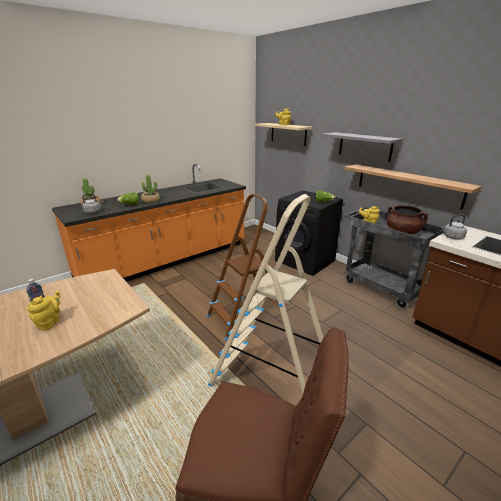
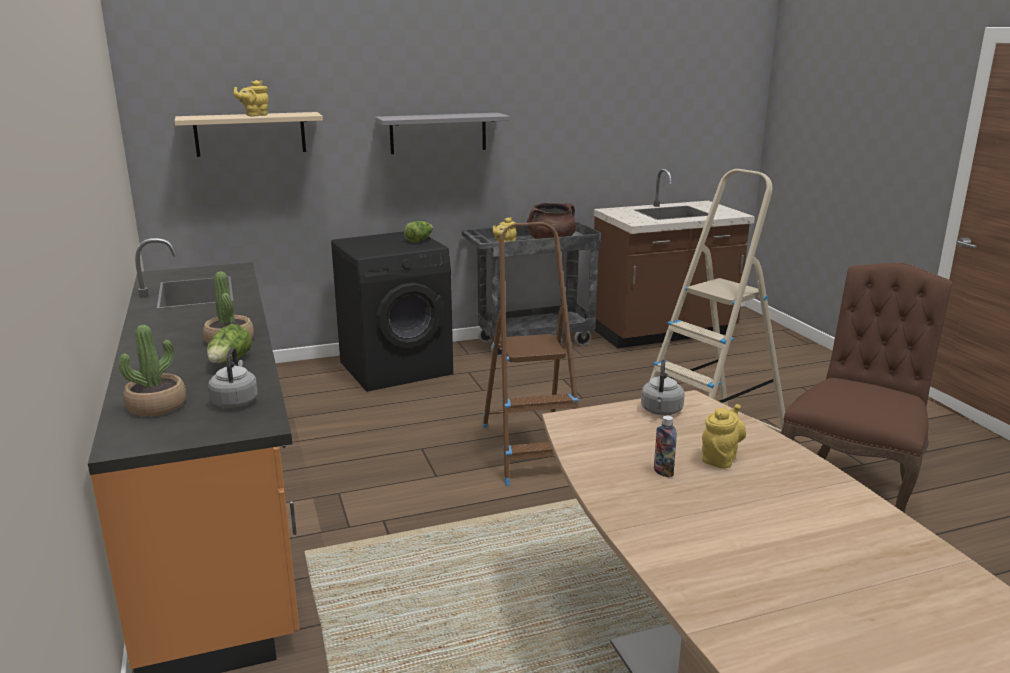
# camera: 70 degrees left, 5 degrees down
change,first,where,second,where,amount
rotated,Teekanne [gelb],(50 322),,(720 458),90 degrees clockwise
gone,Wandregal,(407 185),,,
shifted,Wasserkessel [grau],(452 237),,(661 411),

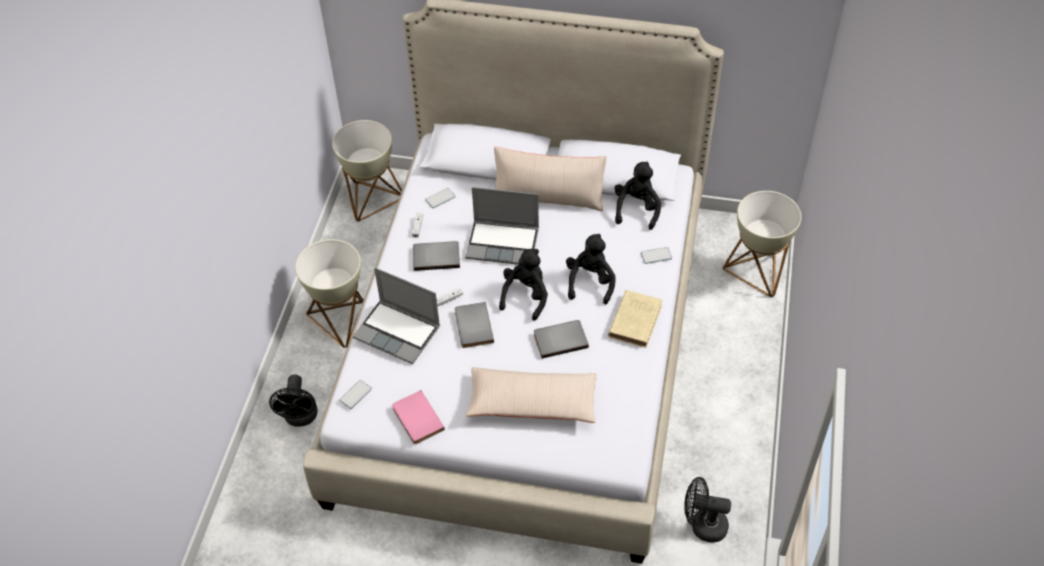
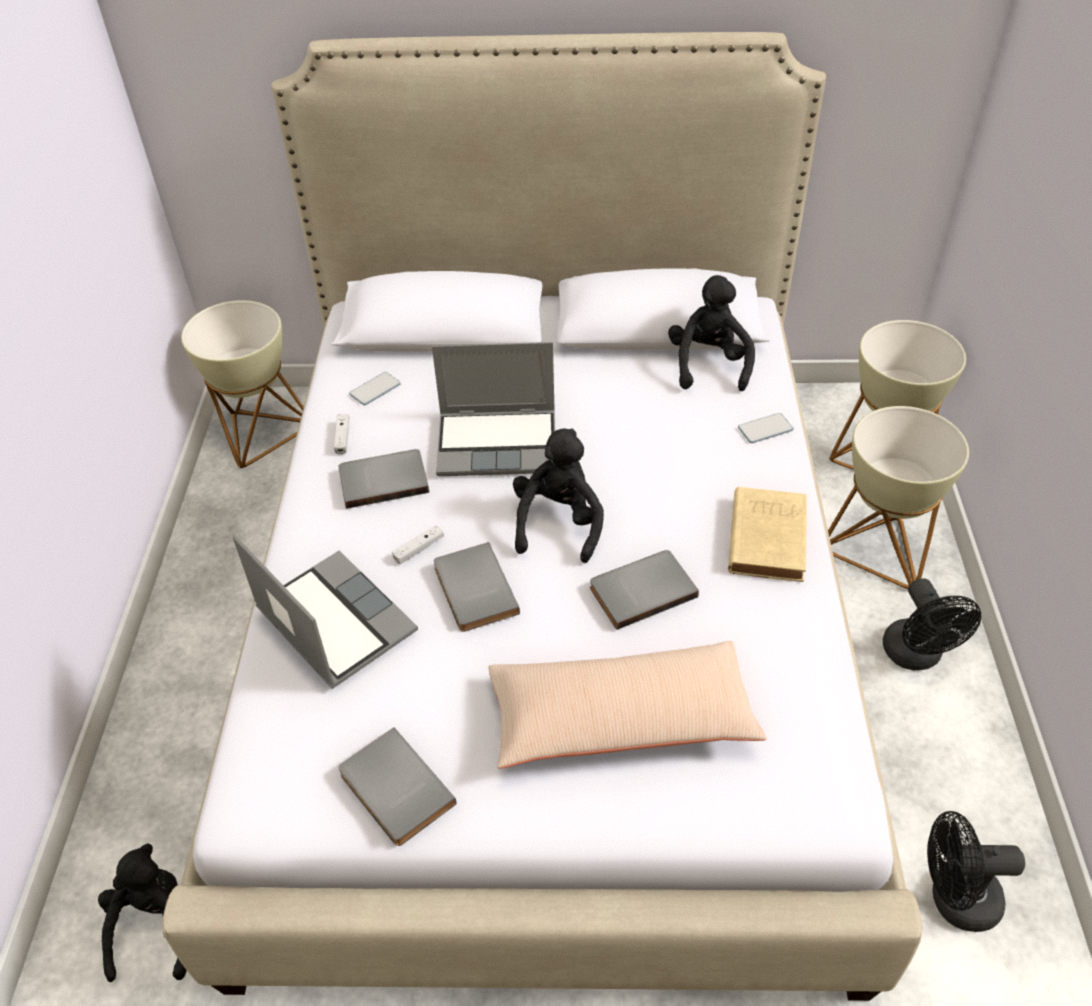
# camera: 10 degrees left, 5 degrees down
change,first,where,second,where,amount
shifted,Ventilator [schwarz],(300 418),,(916 656),
shifted,Pflanzkübel,(340 320),,(879 550),
gone,Handy,(355 395),,,
rotated,Laptop,(398 332),,(332 621),150 degrees counterclockwise
repainted,Buch [rosa],(416 419),Buch [grau],(393 790),
gone,Kissen [beige],(548 196),,,
shifted,Plüschtier [schwarz],(590 282),,(157 928),

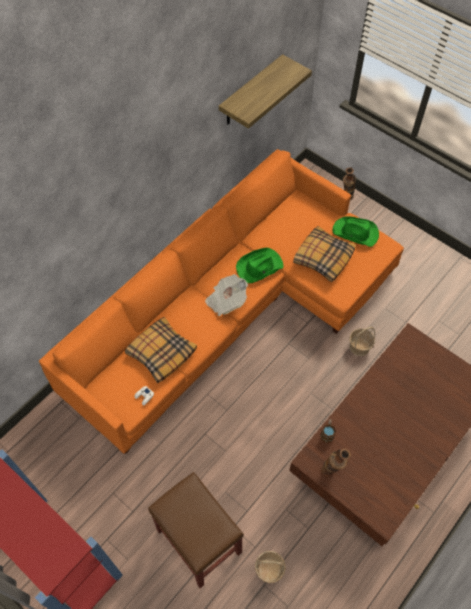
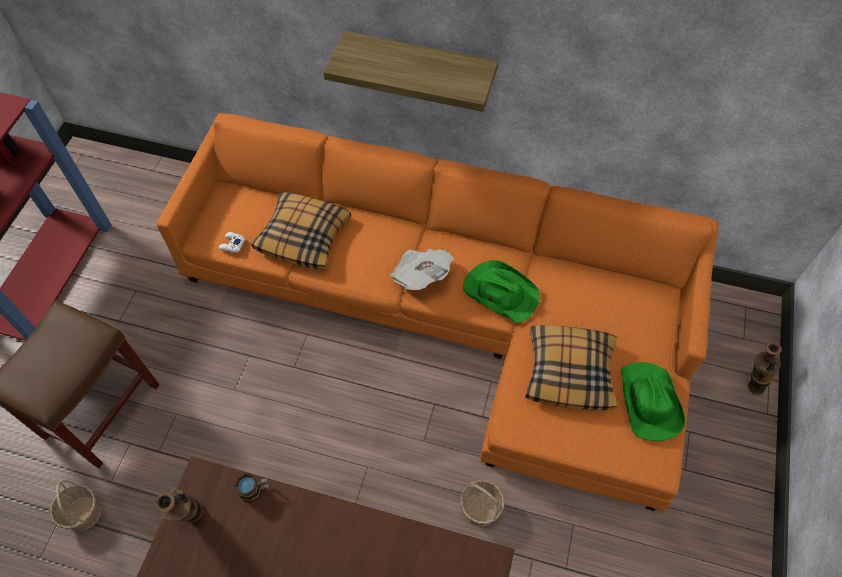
# camera: 65 degrees right, 0 degrees up
change,first,where,second,where,amount
shifted,Wandregal,(251 92),,(419 66),

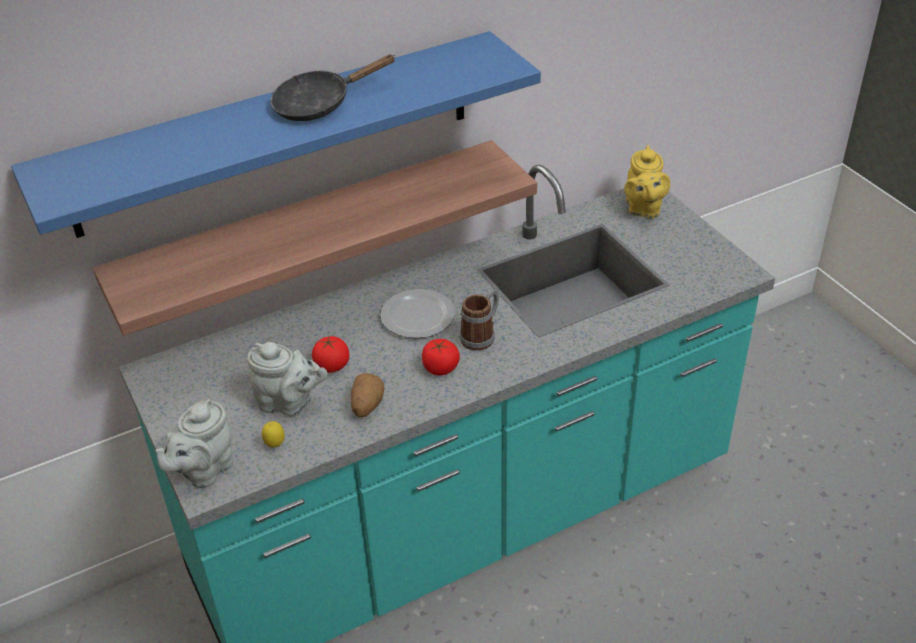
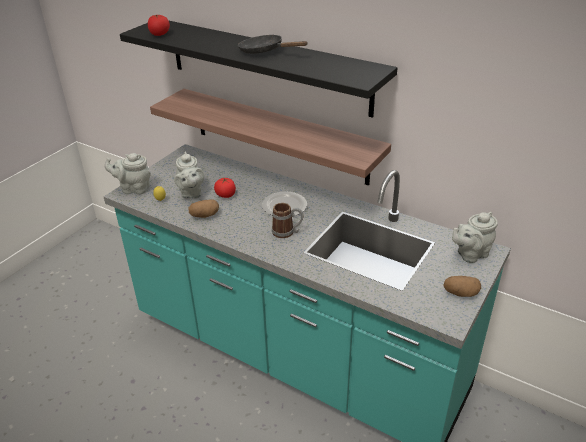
# camera: 60 degrees right, 5 degrees down
change,first,where,second,where,amount
repainted,Wandregal [blau],(275 133),Wandregal [schwarz],(266 65),
shifted,Tomate,(440 368),,(159 34),
repainted,Teekanne [gelb],(643 209),Teekanne [grau],(470 254),
new,,,Kartoffel,(460 293),

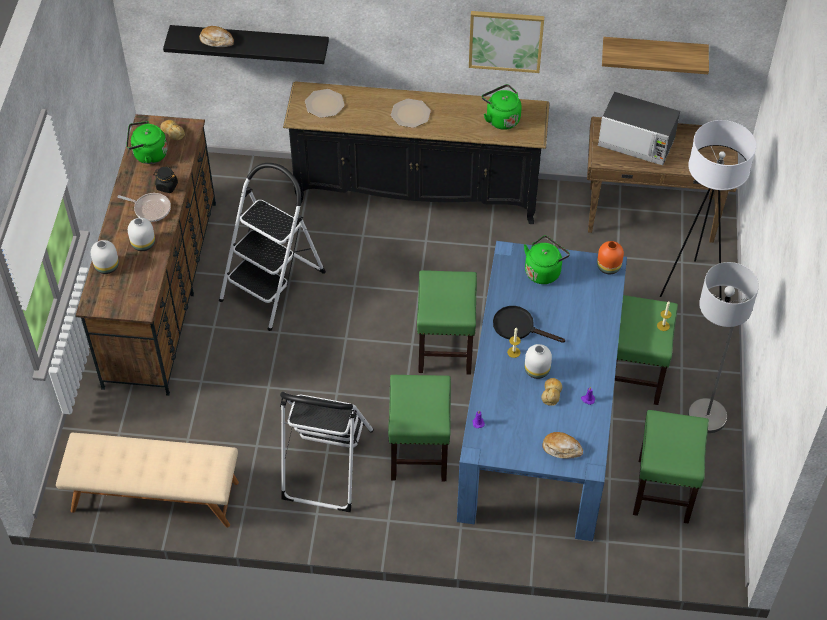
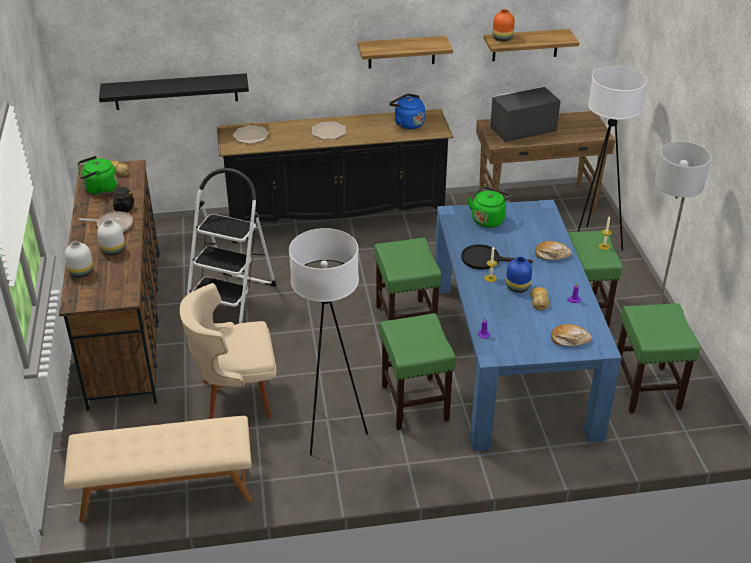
# camera: 15 degrees left, 15 degrees down
change,first,where,second,where,amount
shifted,Brot,(216 40),,(552 255),
swapped,Trittleiter,(326 466),Stehlampe [weiß],(330 431),
swapped,Bild,(506 40),Wandregal,(401 52),
repainted,Wasserkessel [grün],(501 118),Wasserkessel [blau],(407 124),
repainted,Vase [weiß],(536 370),Vase [blau],(517 287),
shifted,Vase [orange],(609 266),,(502 38),
rotated,Mikrowelle,(636 143),,(522 130),150 degrees clockwise
new,,,Stuhl [beige],(237 400),

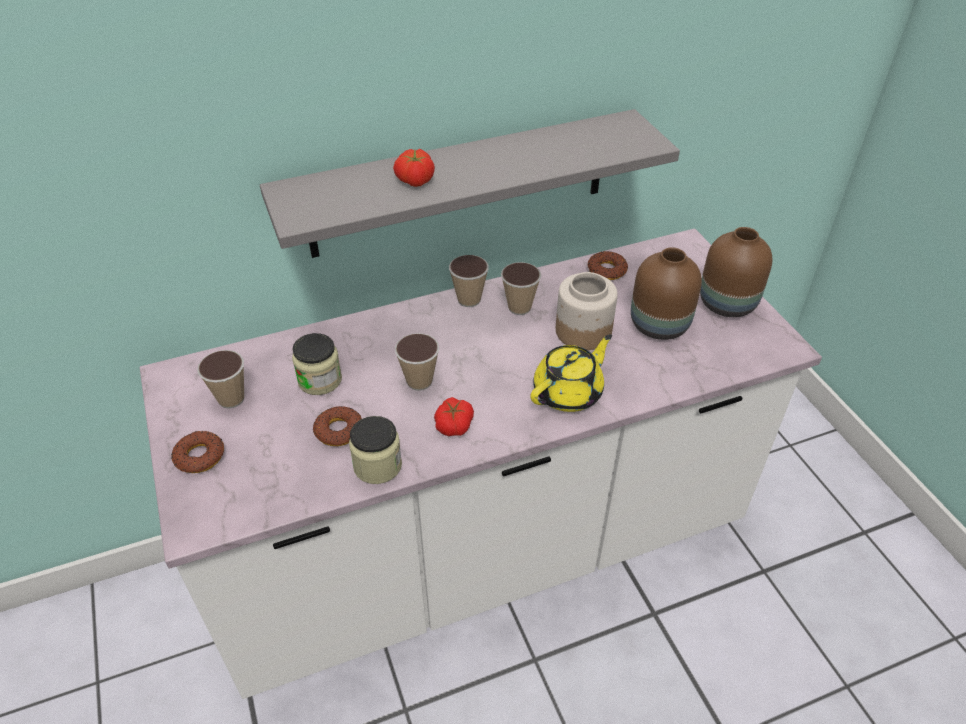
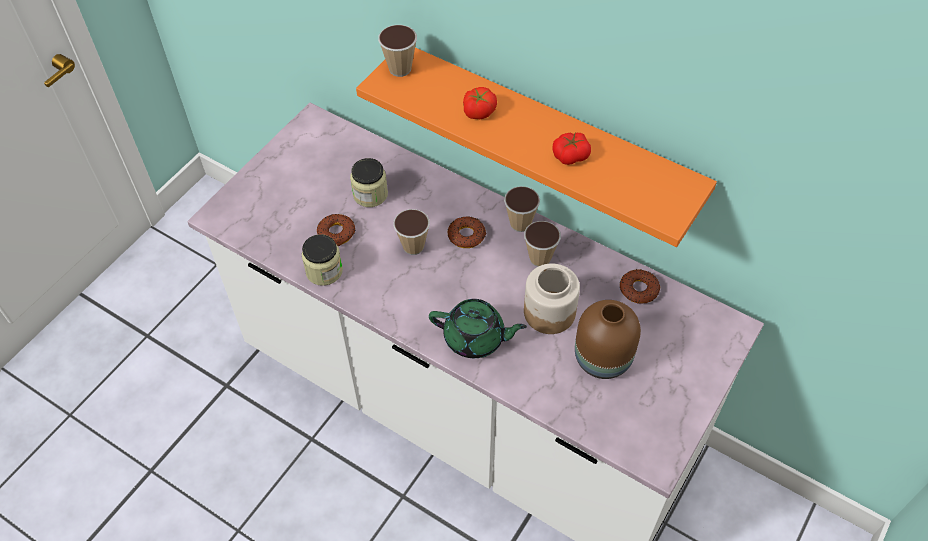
# camera: 55 degrees right, 10 degrees up
change,first,where,second,where,amount
shifted,Donut,(200 456),,(466 235),
shifted,Tasse,(231 399),,(400 69),
repainted,Wandregal [grau],(460 184),Wandregal [orange],(547 136),
shifted,Tomate,(454 425),,(570 155),
repainted,Teekanne [gelb],(569 392),Teekanne [grün],(475 338),
gone,Vase [braun],(726 304),,,

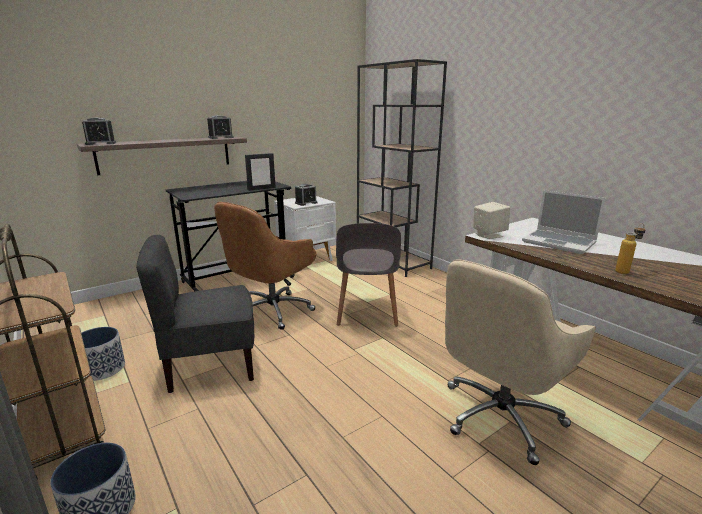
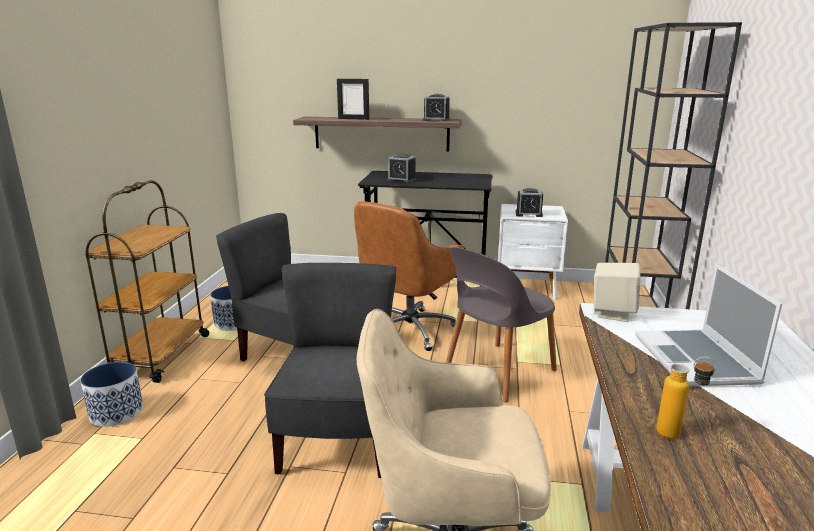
# camera: 45 degrees right, 0 degrees up
change,first,where,second,where,amount
shifted,Wecker,(101 143),,(401 180),
rotated,Bürostuhl [braun],(272 310),,(409 329),45 degrees counterclockwise
shifted,Bilderrahmen,(261 188),,(354 118),
new,,,Stuhl [grau],(338 442),

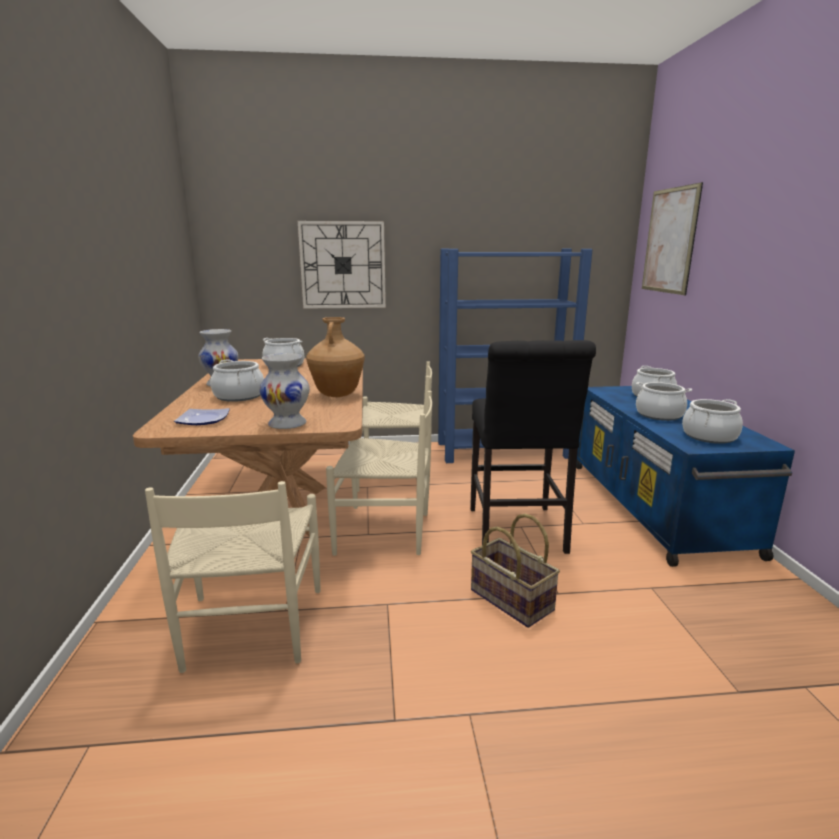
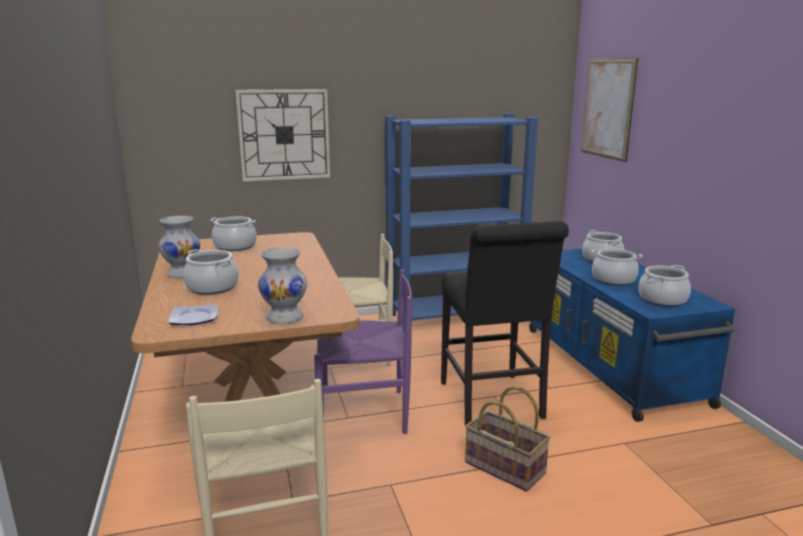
# camera: 10 degrees left, 0 degrees up
change,first,where,second,where,amount
gone,Vase [braun],(337 395),,,
repainted,Stuhl [beige],(385 532),Stuhl [lila],(364 413),

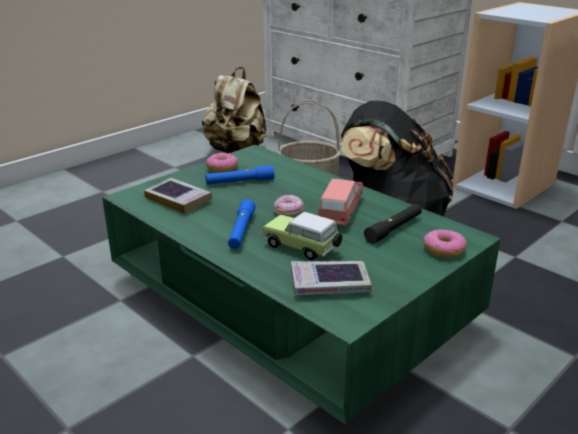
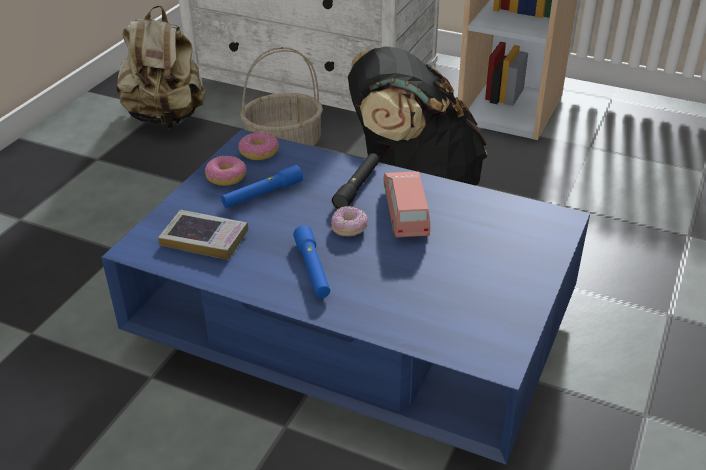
# camera: 20 degrees left, 10 degrees up
change,first,where,second,where,amount
repainted,Couchtisch [grün],(288 301),Couchtisch [blau],(353 325),
gone,Spielzeugauto,(302 248),,,
gone,Buch,(329 284),,,
shifted,Taschenlampe [schwarz],(394 229),,(357 187),
shifted,Donut,(444 250),,(259 152),

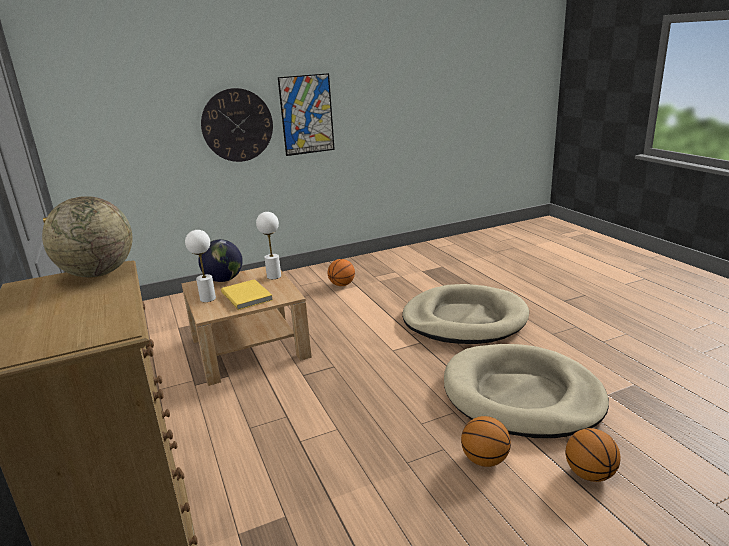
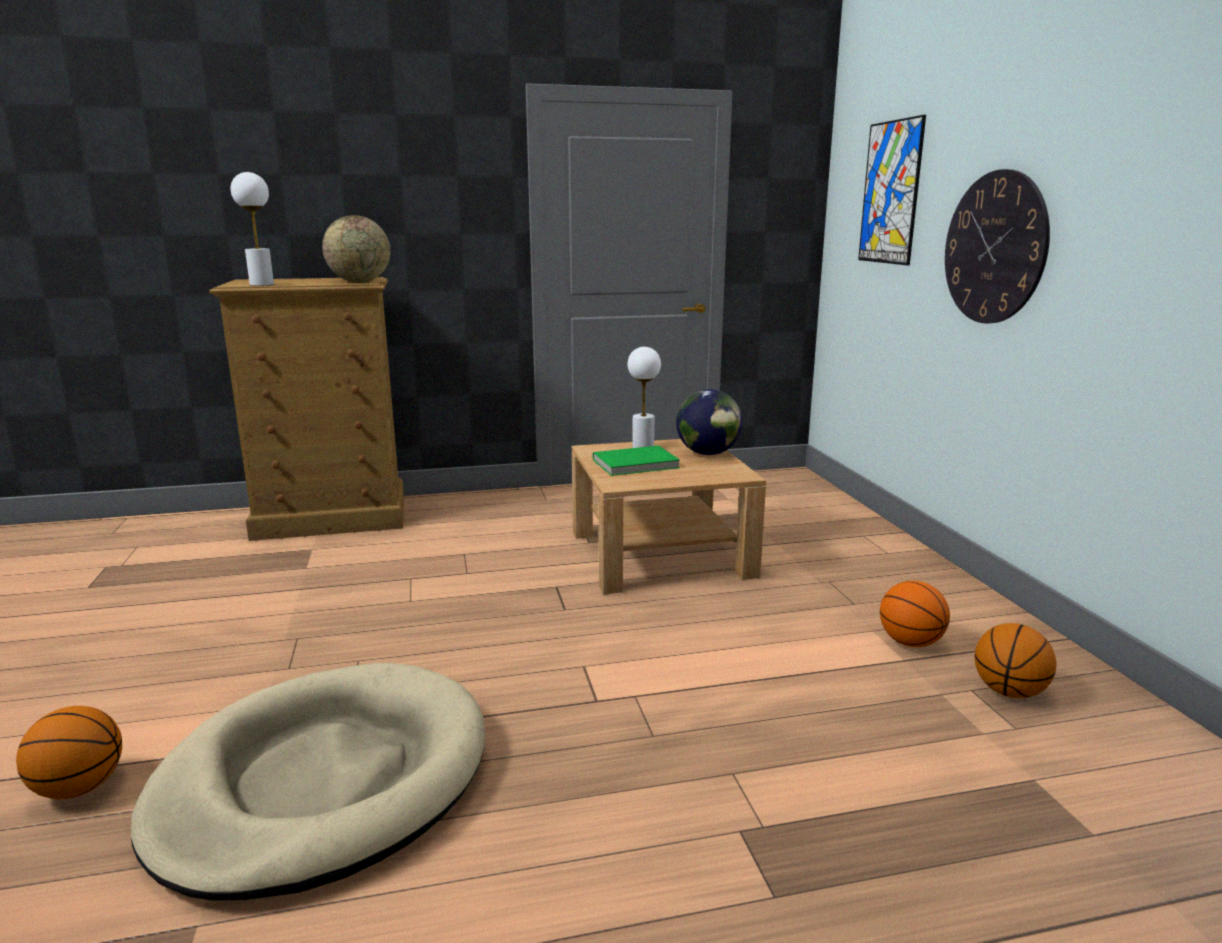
# camera: 100 degrees right, 5 degrees down
change,first,where,second,where,amount
repainted,Buch [gelb],(248 296),Buch [grün],(636 464),
shifted,Tischlampe [weiß],(273 276),,(262 284),
shifted,Bild,(307 114),,(890 193),
gone,Hundebett [beige],(464 319),,,
shifted,Basketball,(484 460),,(1009 692),

